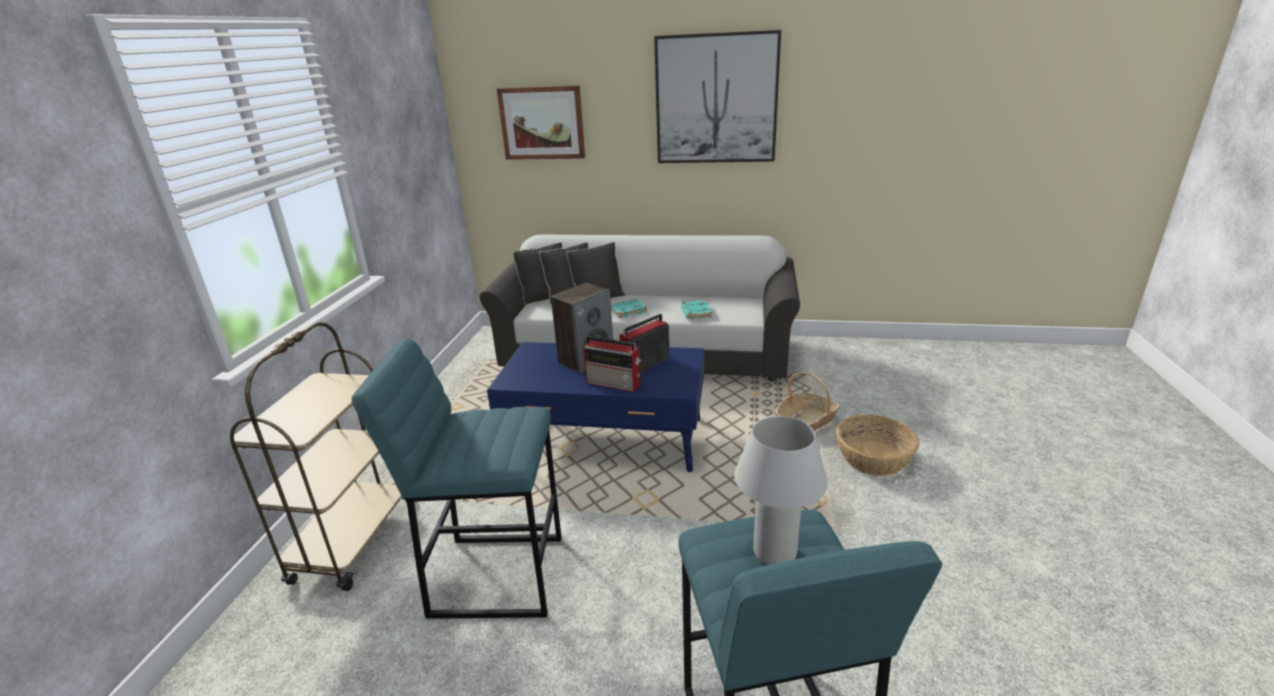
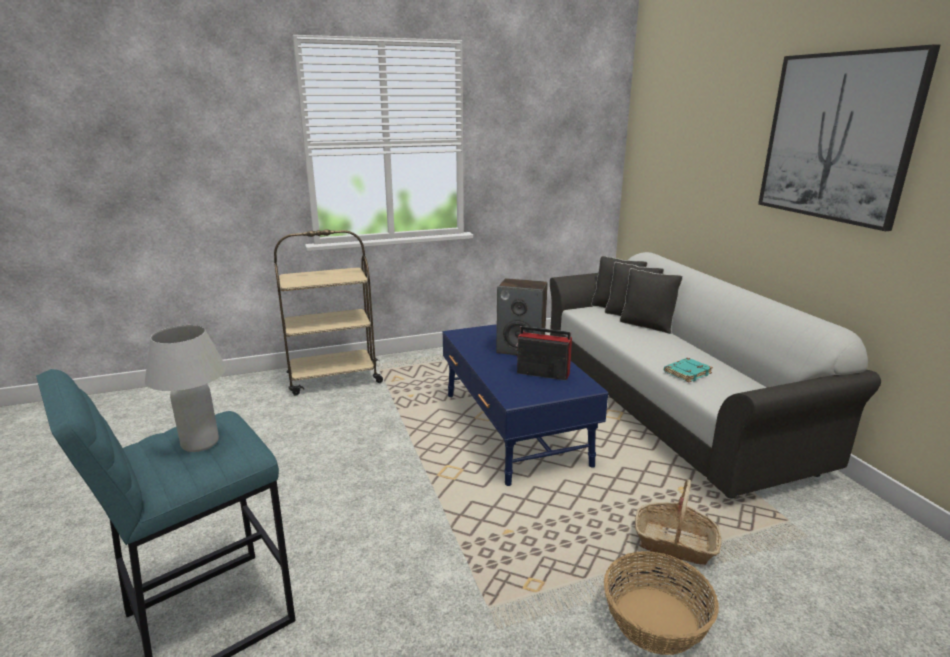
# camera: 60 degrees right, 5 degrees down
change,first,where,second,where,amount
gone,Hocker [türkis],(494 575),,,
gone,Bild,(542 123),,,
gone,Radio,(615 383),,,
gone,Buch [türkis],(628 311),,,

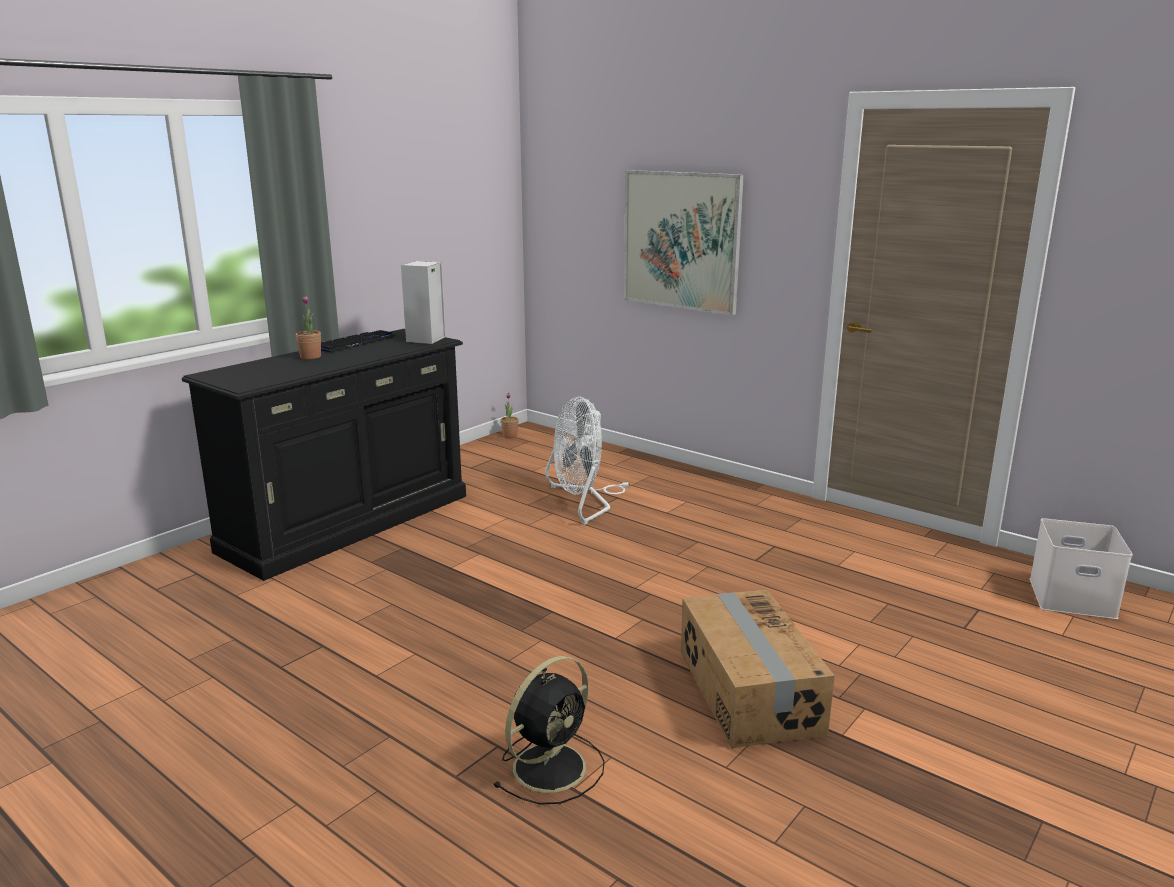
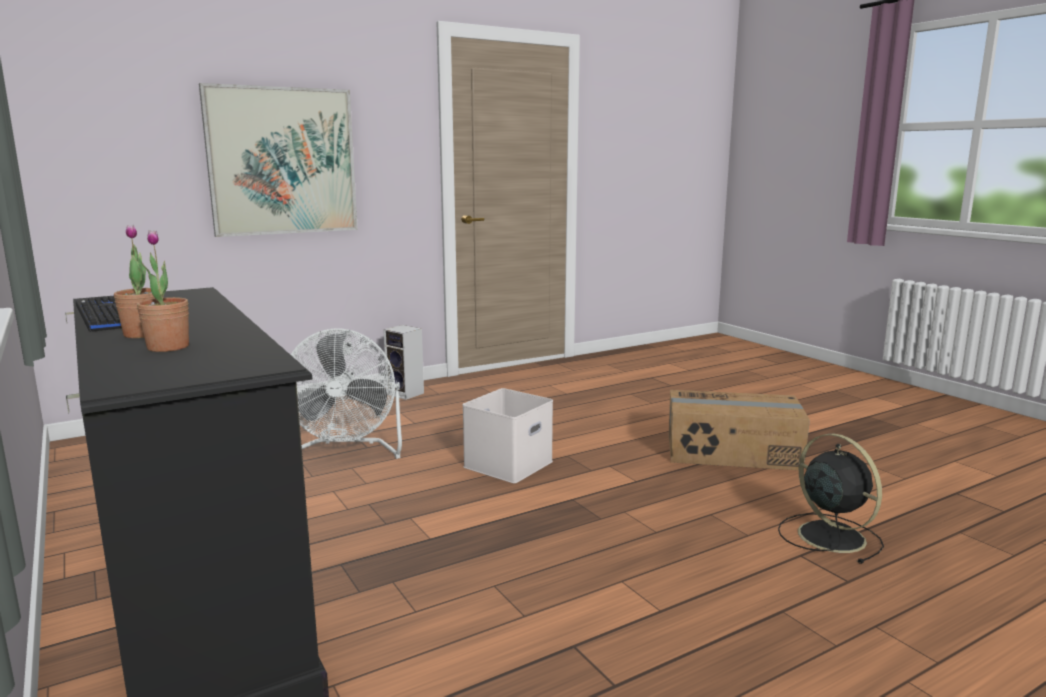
# camera: 70 degrees left, 5 degrees down
change,first,where,second,where,amount
shifted,Lautsprecher,(426 340),,(406 394),
shifted,Topfpflanze,(510 436),,(168 347),
shifted,Aufbewahrungsbox [weiß],(1073 597),,(508 463),

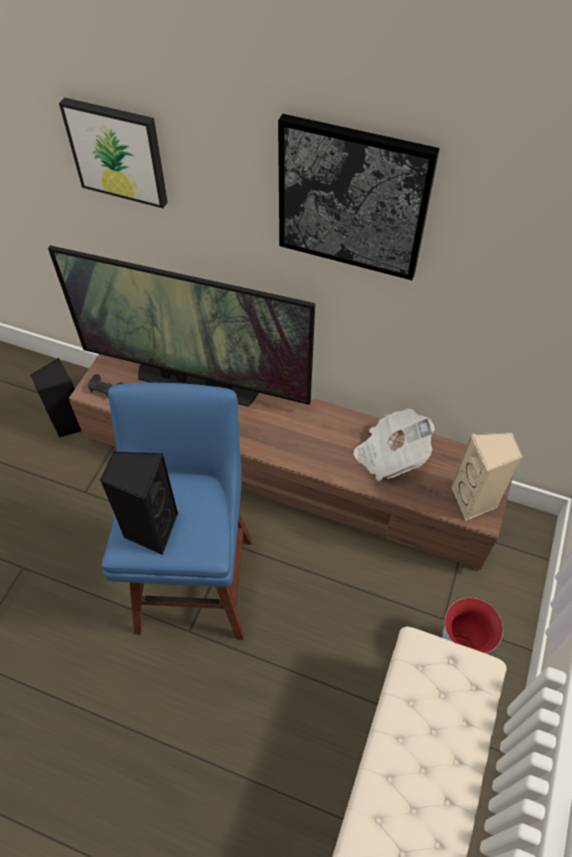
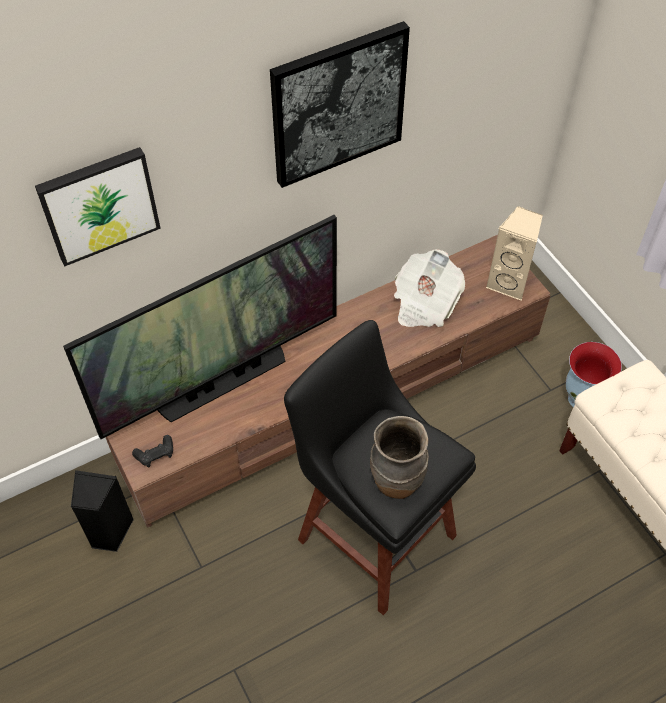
# camera: 50 degrees left, 0 degrees up
change,first,where,second,where,amount
swapped,Lautsprecher [schwarz],(150 529),Vase [braun],(396 481),
repainted,Hocker [blau],(196 580),Hocker [schwarz],(374 534),

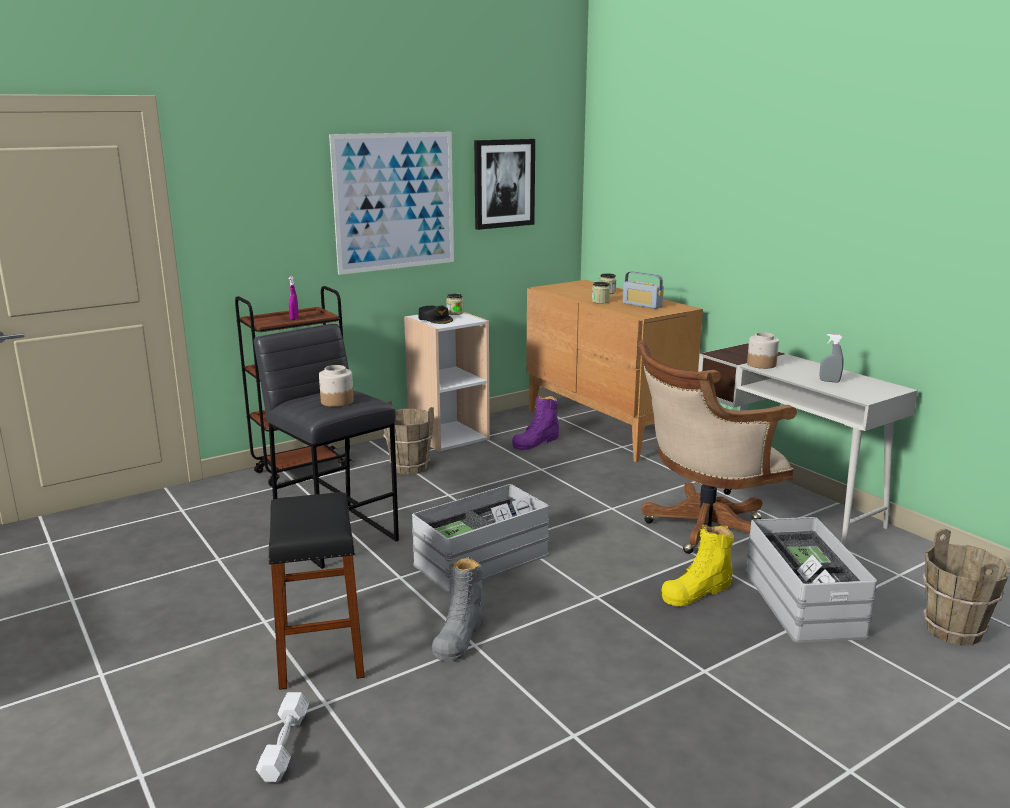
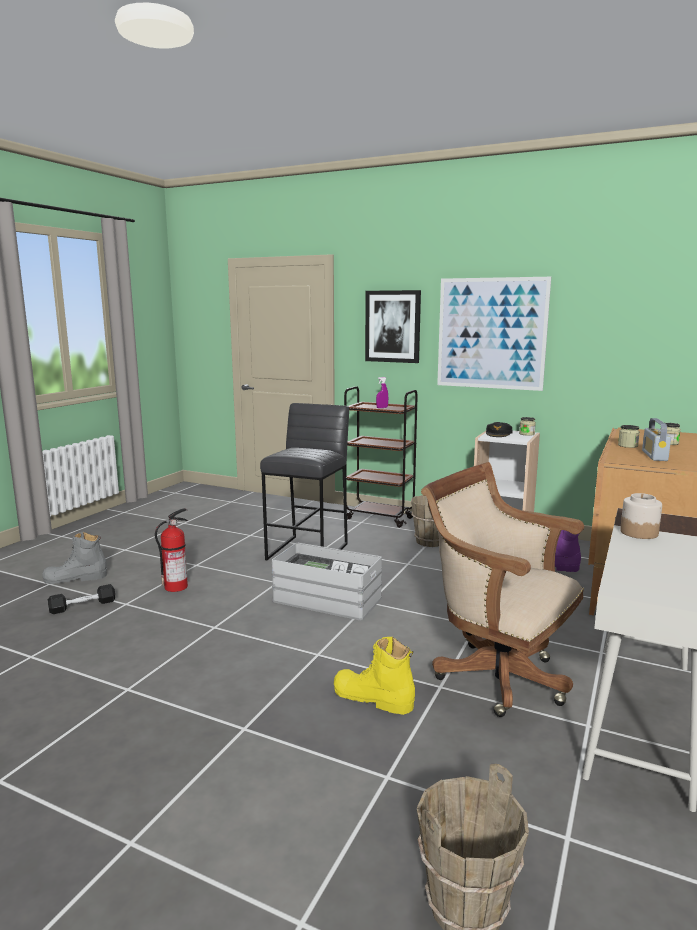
# camera: 60 degrees right, 5 degrees down
change,first,where,second,where,amount
repainted,Hantel [weiß],(284 746),Hantel [schwarz],(83 606),
swapped,Hocker [schwarz],(320 650),Feuerlöscher,(176 586),
gone,Vorratsglas,(337 402),,,
shifted,Stiefel [grau],(459 636),,(75 578),
shifted,Bild,(503 183),,(393 326),
gone,Aufbewahrungsbox [grau],(804 602),,,
gone,Sprühflasche [grau],(829 381),,,

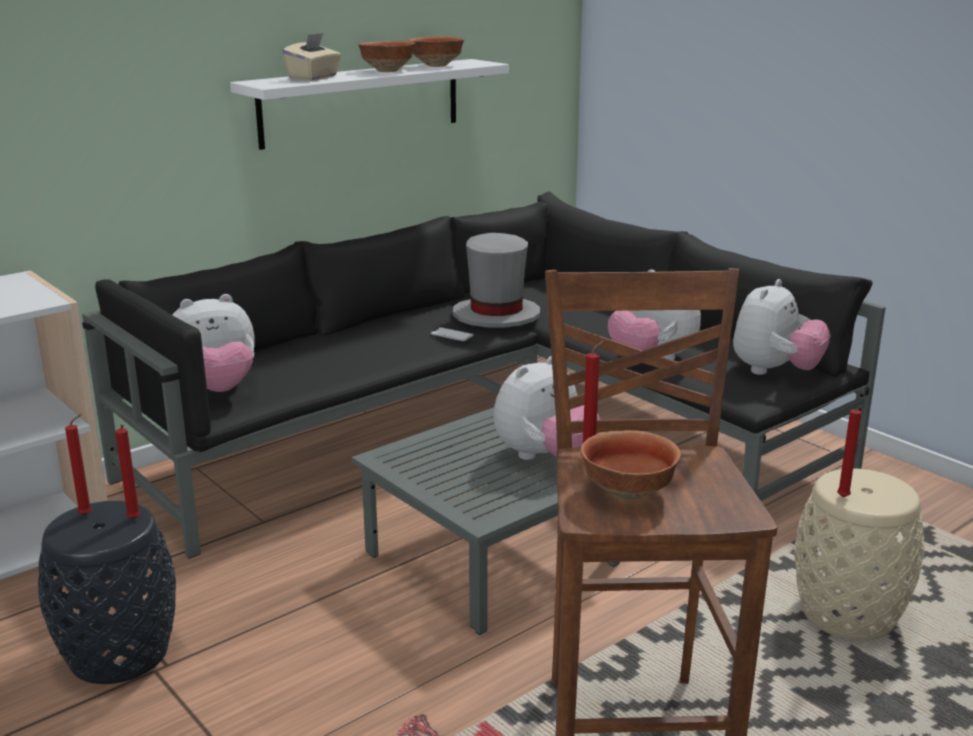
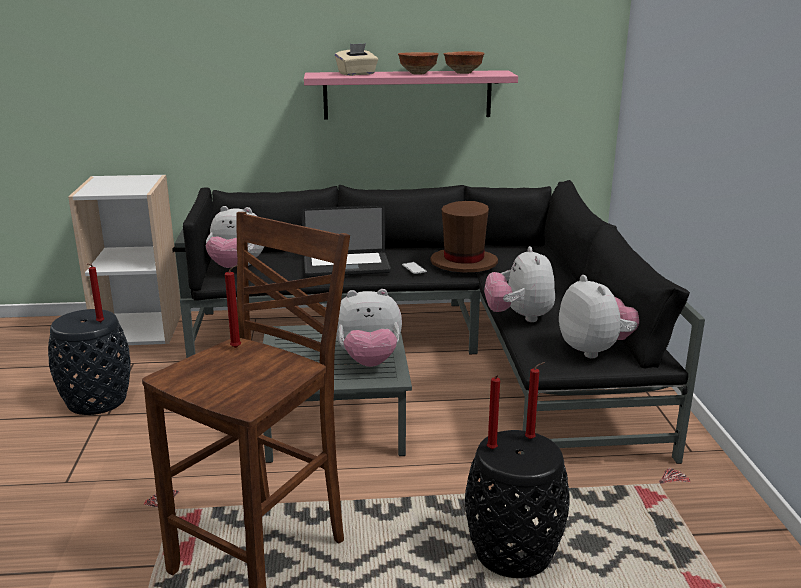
# camera: 35 degrees right, 0 degrees up
change,first,where,second,where,amount
shifted,Kerze [rot],(88 514),,(531 439),
repainted,Wandregal [weiß],(361 102),Wandregal [rosa],(407 94),
repainted,Hut [grau],(496 315),Hut [braun],(463 263),
gone,Schüssel,(626 492),,,
rotated,Plüschtier,(774 371),,(595 350),90 degrees counterclockwise
repainted,Hocker [beige],(848 614),Hocker [schwarz],(513 552),
new,,,Laptop,(346 266),

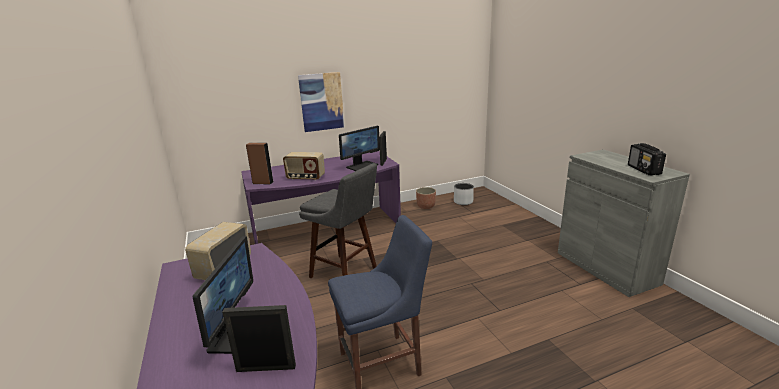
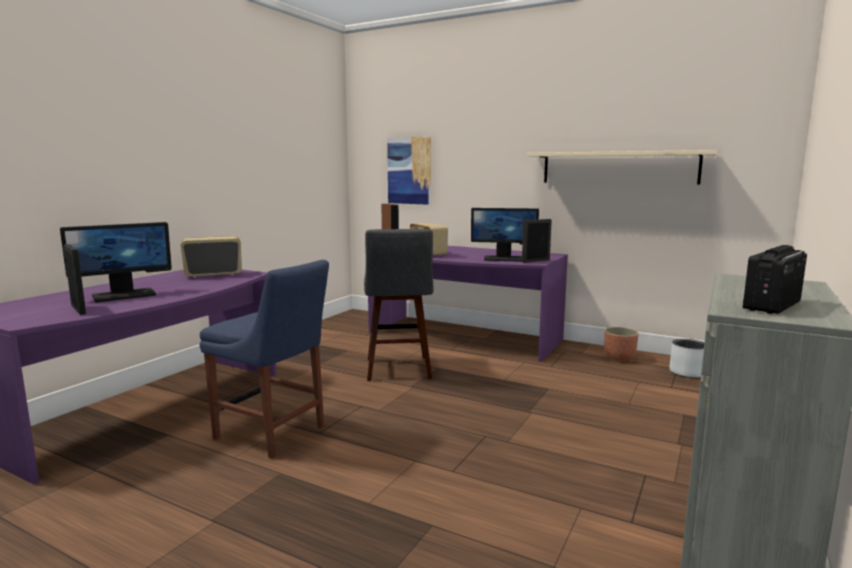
# camera: 50 degrees right, 10 degrees down
change,first,where,second,where,amount
shifted,Bild,(321 102),,(409 171),
new,,,Wandregal [beige],(618 167),

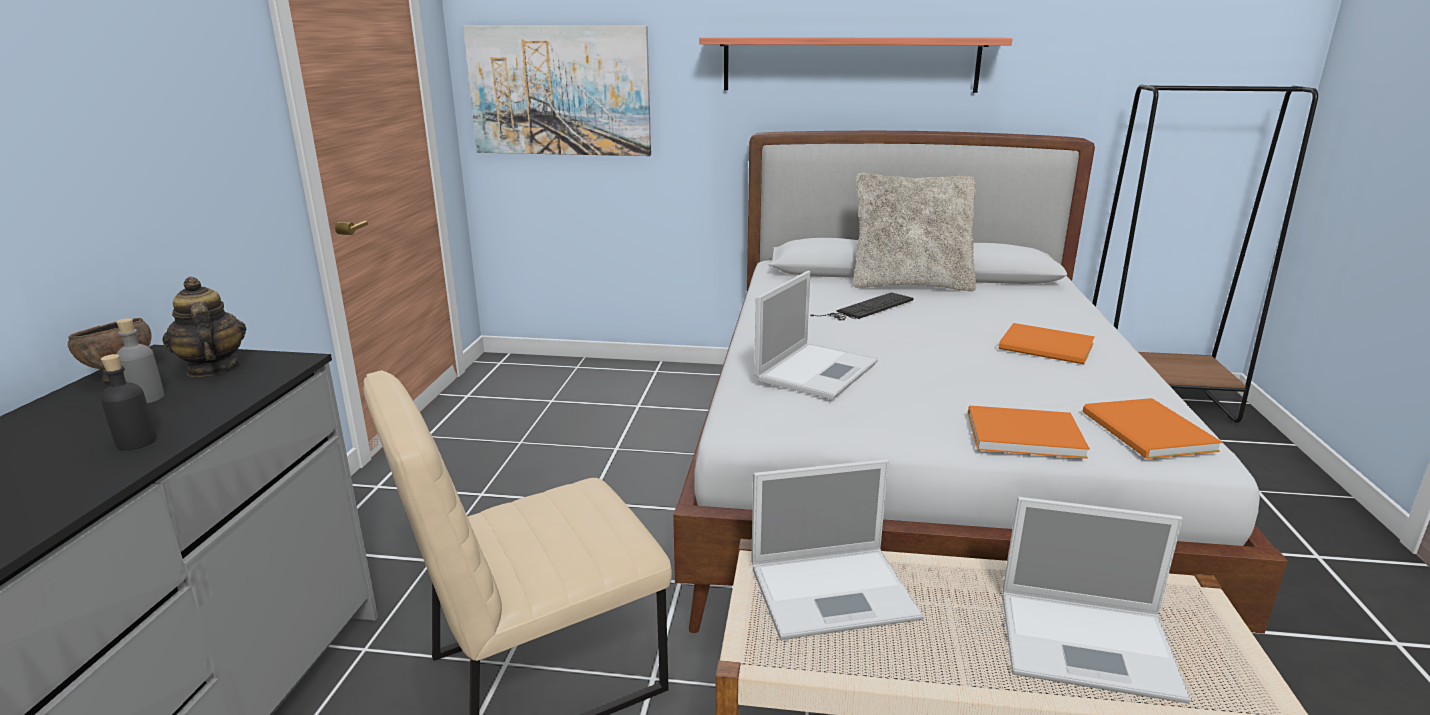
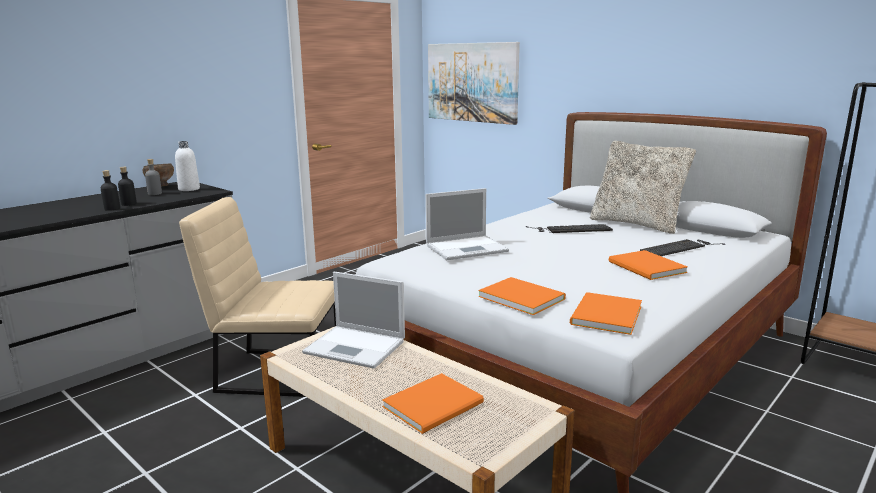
# camera: 35 degrees right, 5 degrees down
change,first,where,second,where,amount
swapped,Teekanne,(213 368),Flasche [weiß],(189 189),
gone,Wandregal,(849 64),,,
swapped,Laptop,(1091 644),Buch [orange],(436 405),
new,,,Flasche [schwarz],(112 208),
new,,,Tastatur,(680 248),

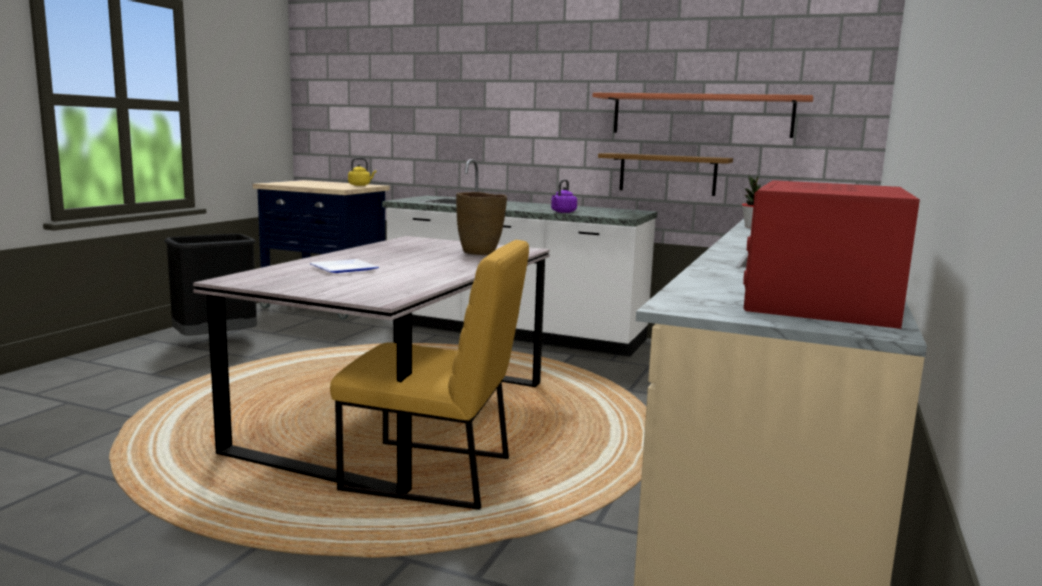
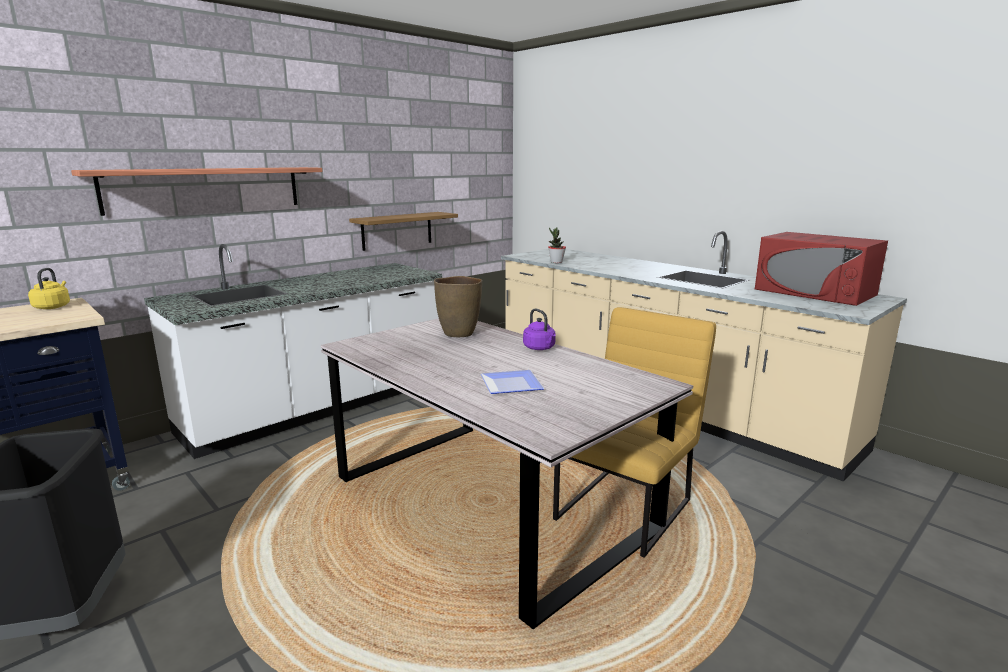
# camera: 65 degrees left, 5 degrees up
change,first,where,second,where,amount
shifted,Wasserkessel [lila],(562 212),,(540 348),
shifted,Wandregal,(701 115),,(205 189),

